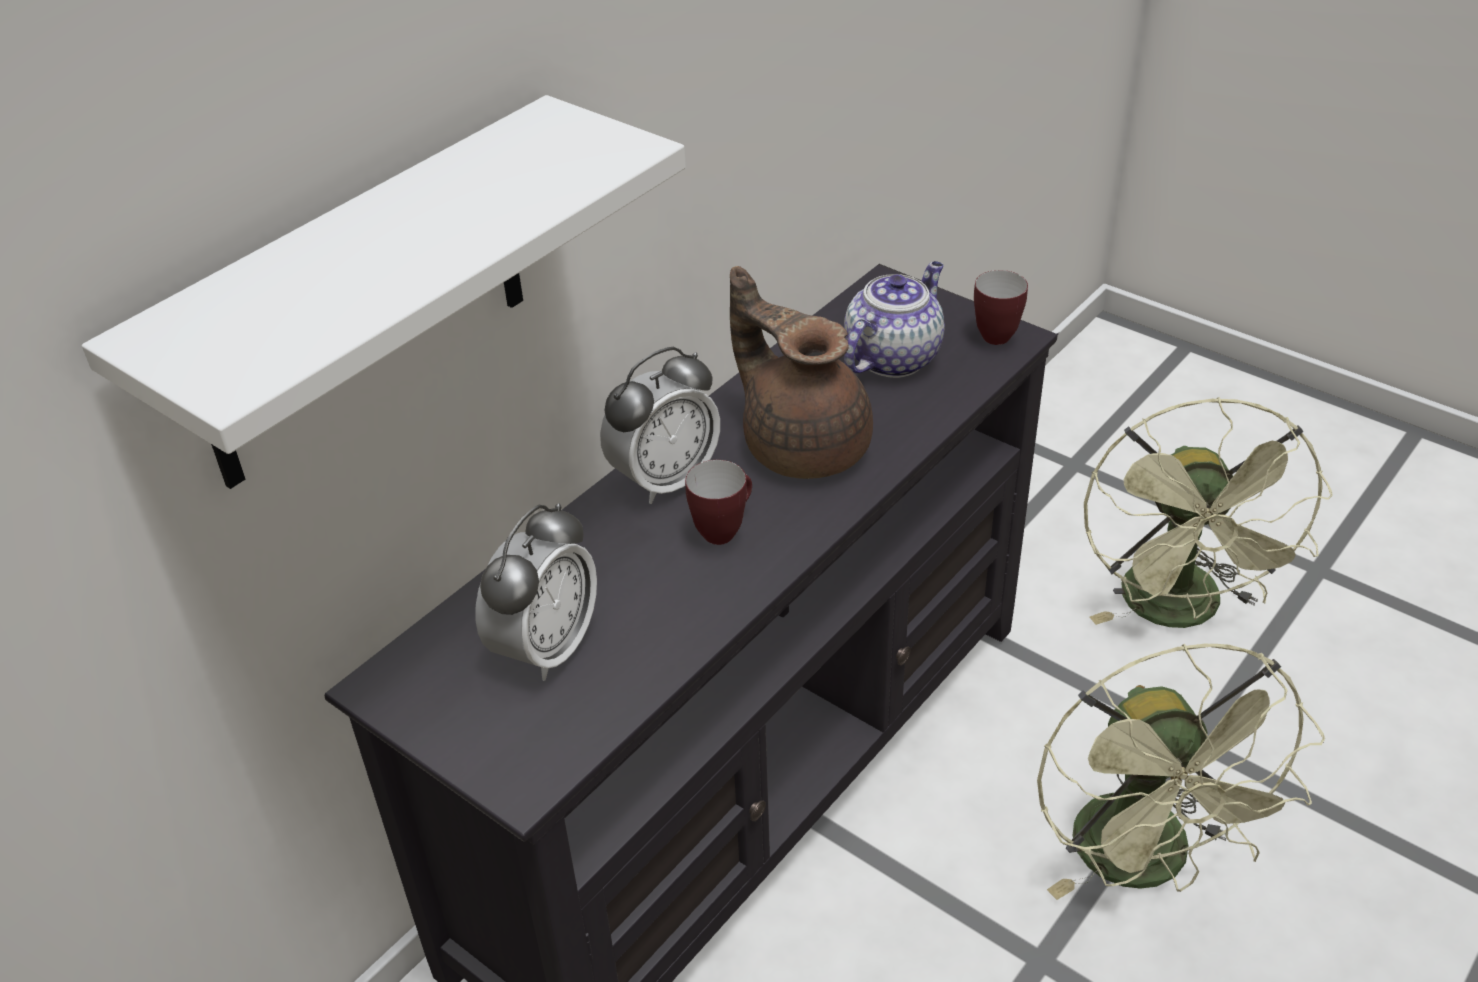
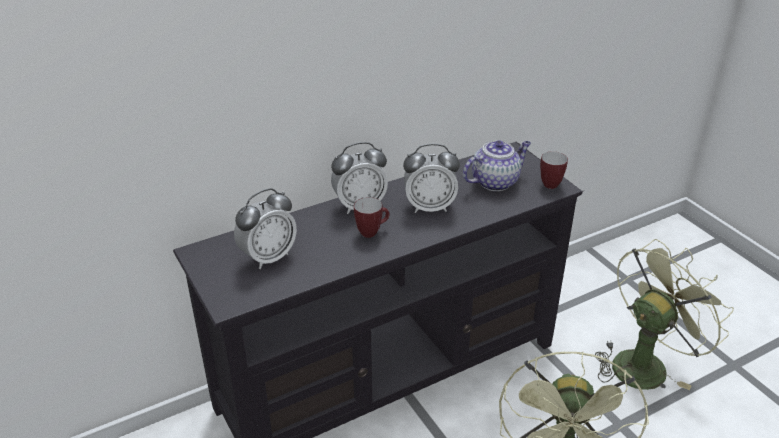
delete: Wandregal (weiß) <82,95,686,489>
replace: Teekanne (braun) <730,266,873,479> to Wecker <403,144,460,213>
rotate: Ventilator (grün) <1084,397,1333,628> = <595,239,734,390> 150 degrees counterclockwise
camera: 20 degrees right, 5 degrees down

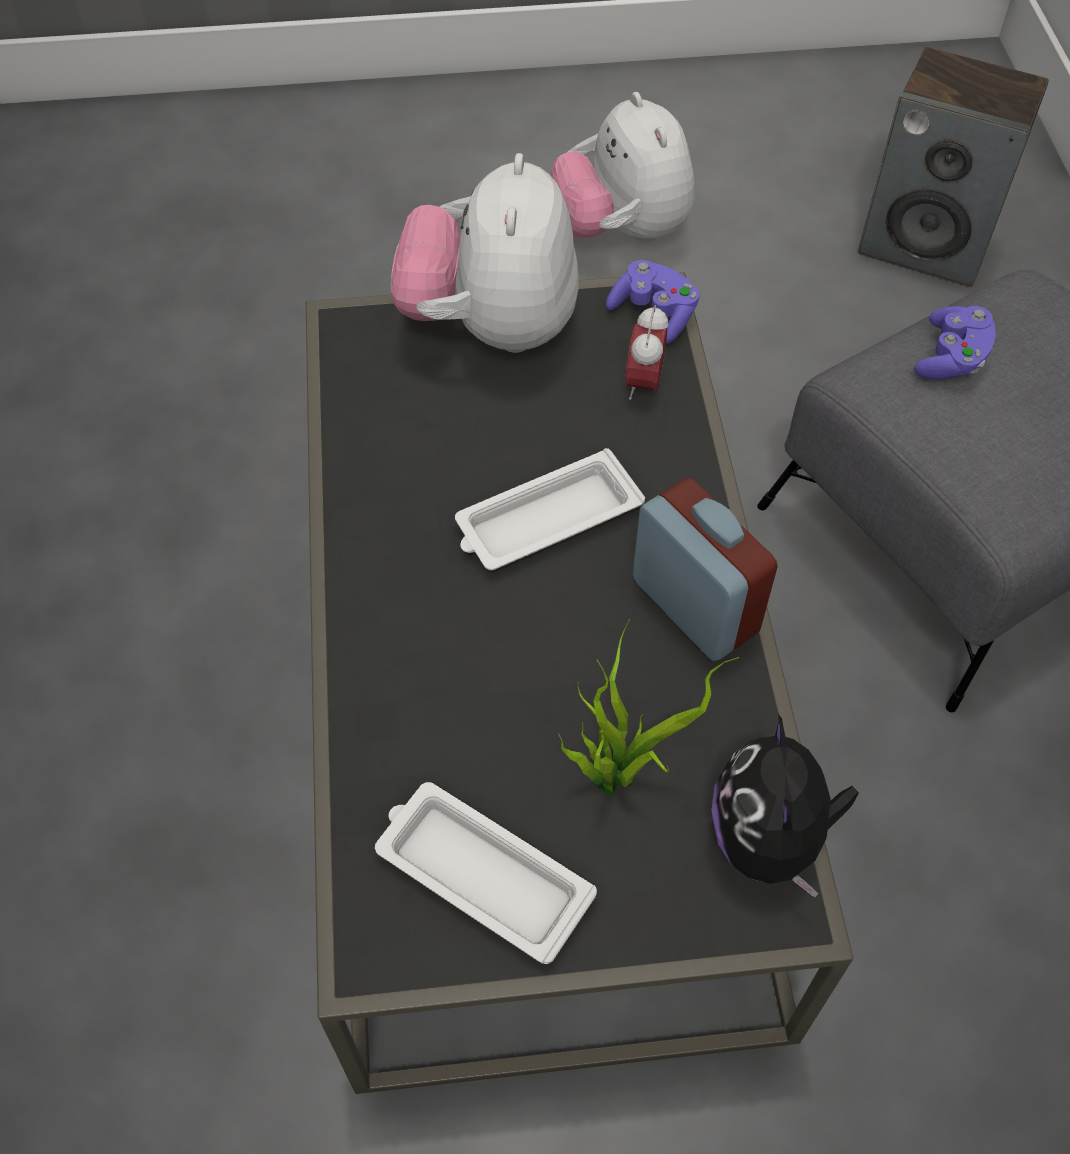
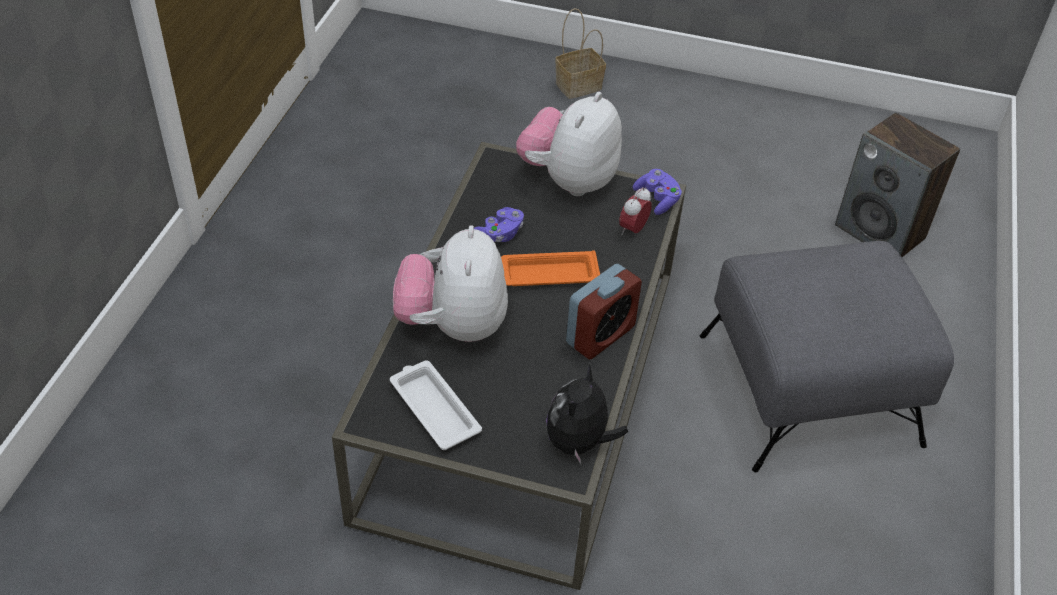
delete: Topfpflanze <558,619,740,796>
insert: Korb <555,8,606,99>
move: Plüschtier <551,92,694,243> to <393,225,508,342>; Gamepad (lila) <914,306,996,380> to <474,207,524,242>
recolor: Tablett (weiß) <455,448,645,570> to Tablett (orange) <501,250,600,286>
rotate: Wecker <633,478,778,661> = <566,264,642,359> 60 degrees clockwise
camera: 20 degrees right, 10 degrees down

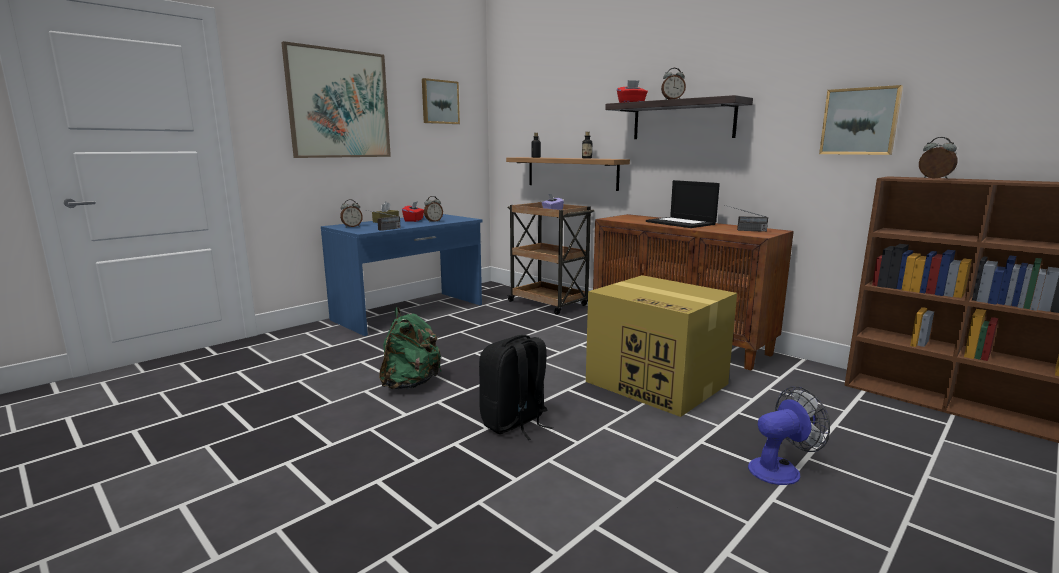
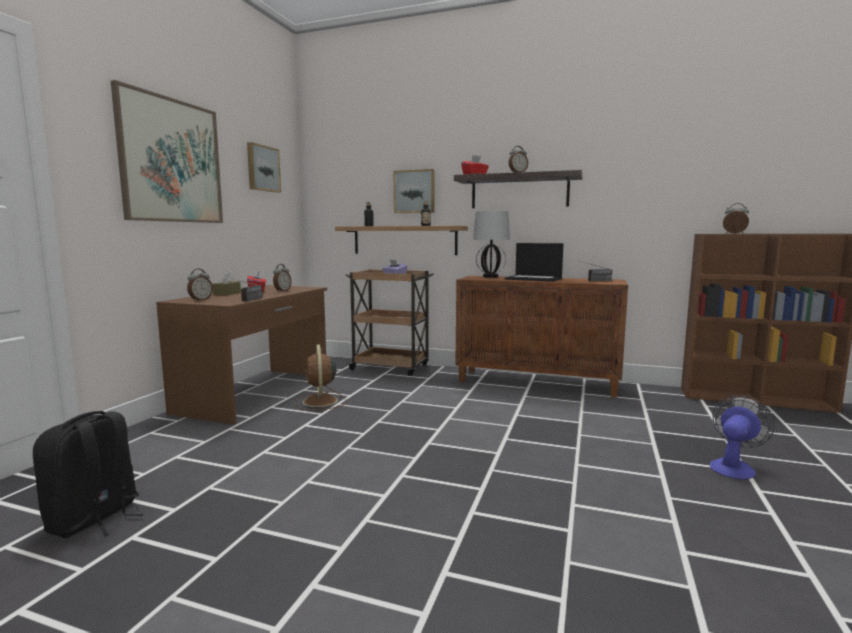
delete: Rucksack (grün) <379,307,442,389>; Karton <586,275,737,417>
insert: Ventilator (braun) <295,344,347,410>; Tischlampe <473,211,510,278>
move: Rucksack (schwarz) <479,335,553,440> to <33,411,144,538>; Bild <819,85,903,155> to <394,169,434,213>
recolor: Schreibtisch (blau) <321,214,482,336> to Schreibtisch (braun) <156,285,327,425>
camera: 25 degrees left, 5 degrees down

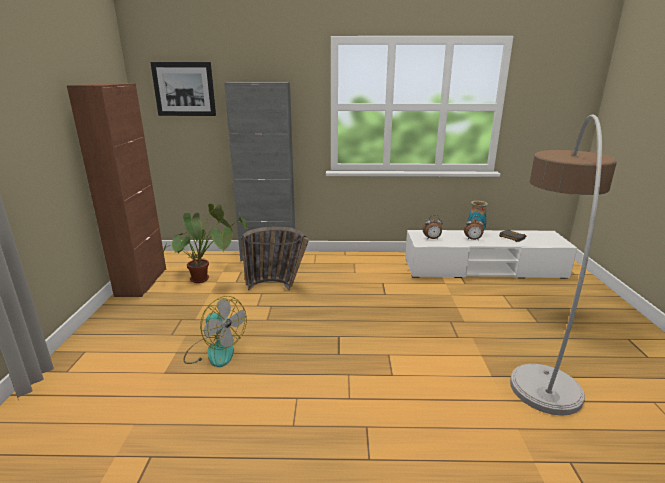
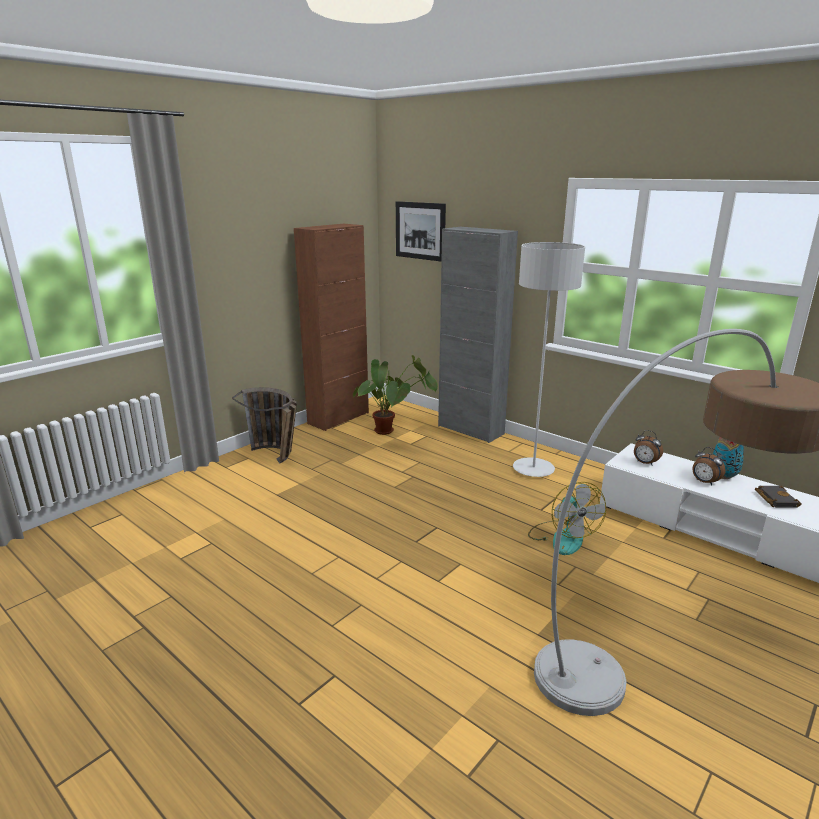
insert: Stehlampe (grau) <513,242,585,477>
move: Ventilator <183,296,247,367> to <528,482,606,555>; Korb <241,227,309,290> to <232,387,297,464>
camera: 40 degrees right, 0 degrees up

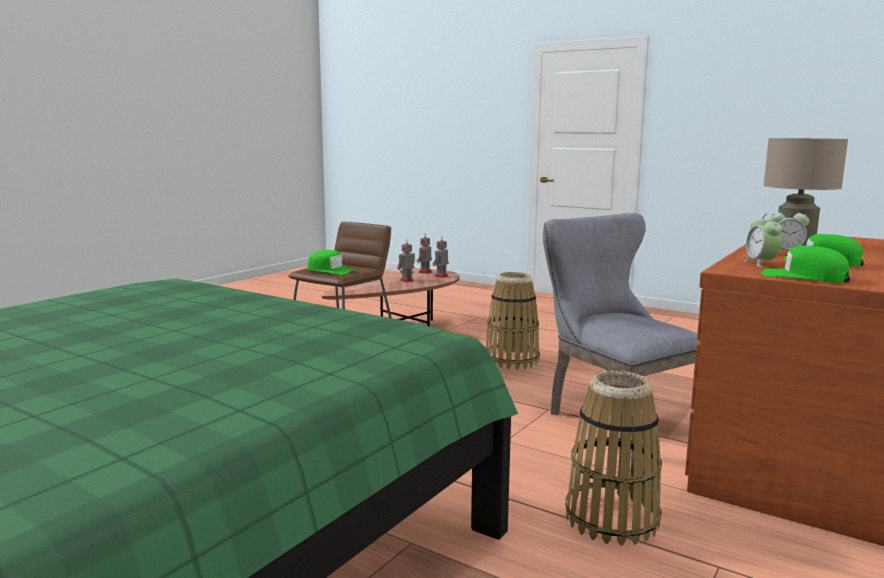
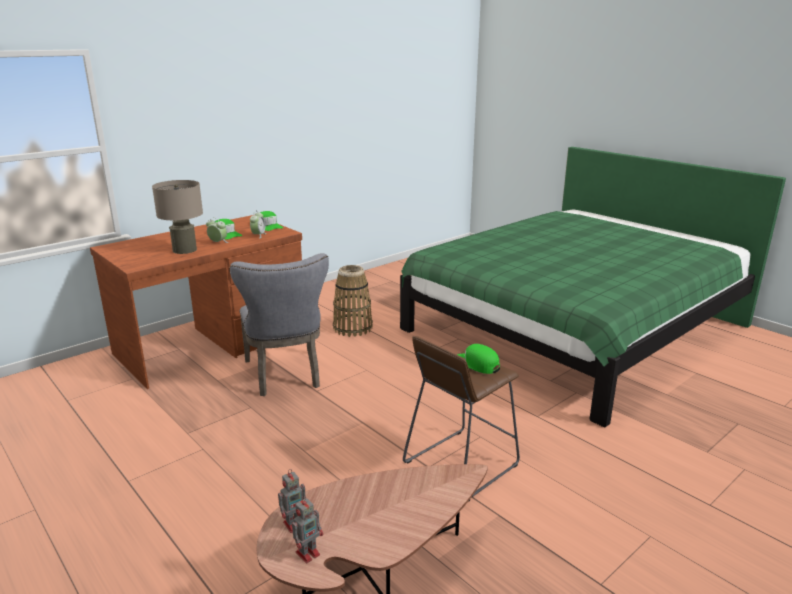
delete: Spielzeugroboter <397,239,415,282>; Korb <486,272,540,370>
camera: 165 degrees left, 10 degrees up

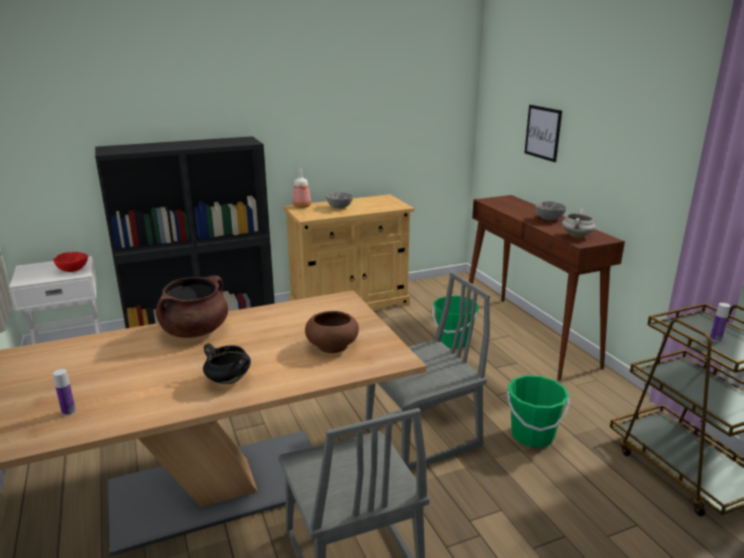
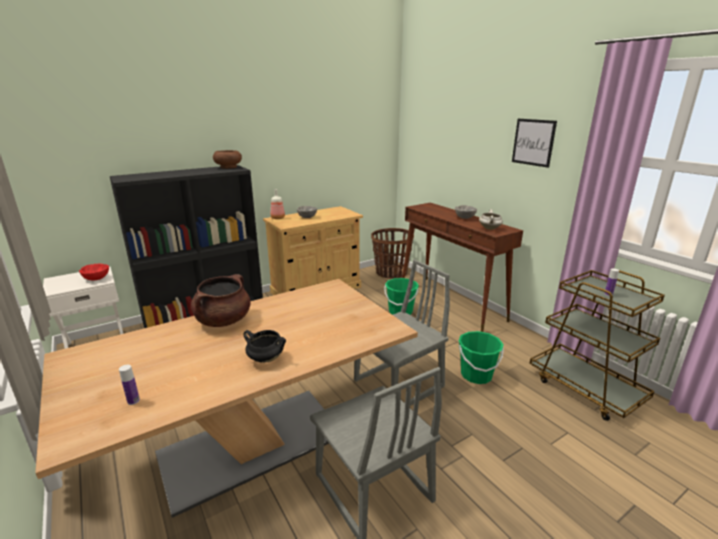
insert: Korb <371,228,414,278>
move: Schüssel (braun) <305,311,359,353> to <213,150,242,169>; Bild <524,105,562,162> to <512,119,557,168>
camera: 10 degrees left, 0 degrees up

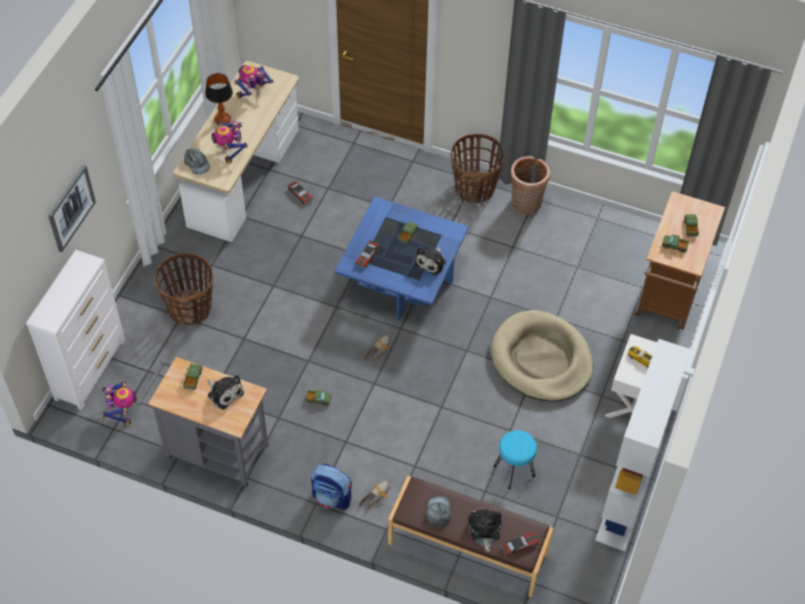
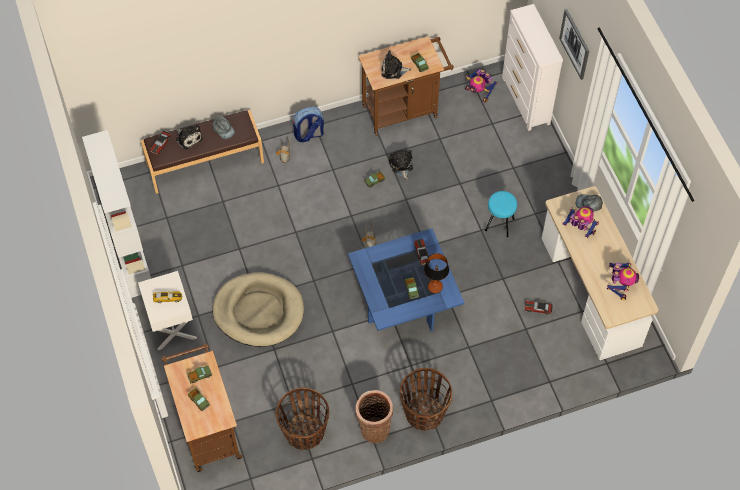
move: Korb <154,253,214,325> to <275,388,329,450>; Tischlampe <205,73,233,124> to <424,253,449,293>; Plüschtier <415,247,446,275> to <389,150,413,180>; Hocker (türkis) <493,430,537,490> to <485,191,517,237>
recolor: Rollwagen (grau) <136,357,269,487> to Rollwagen (braun) <358,36,454,136>
camera: 140 degrees right, 5 degrees up

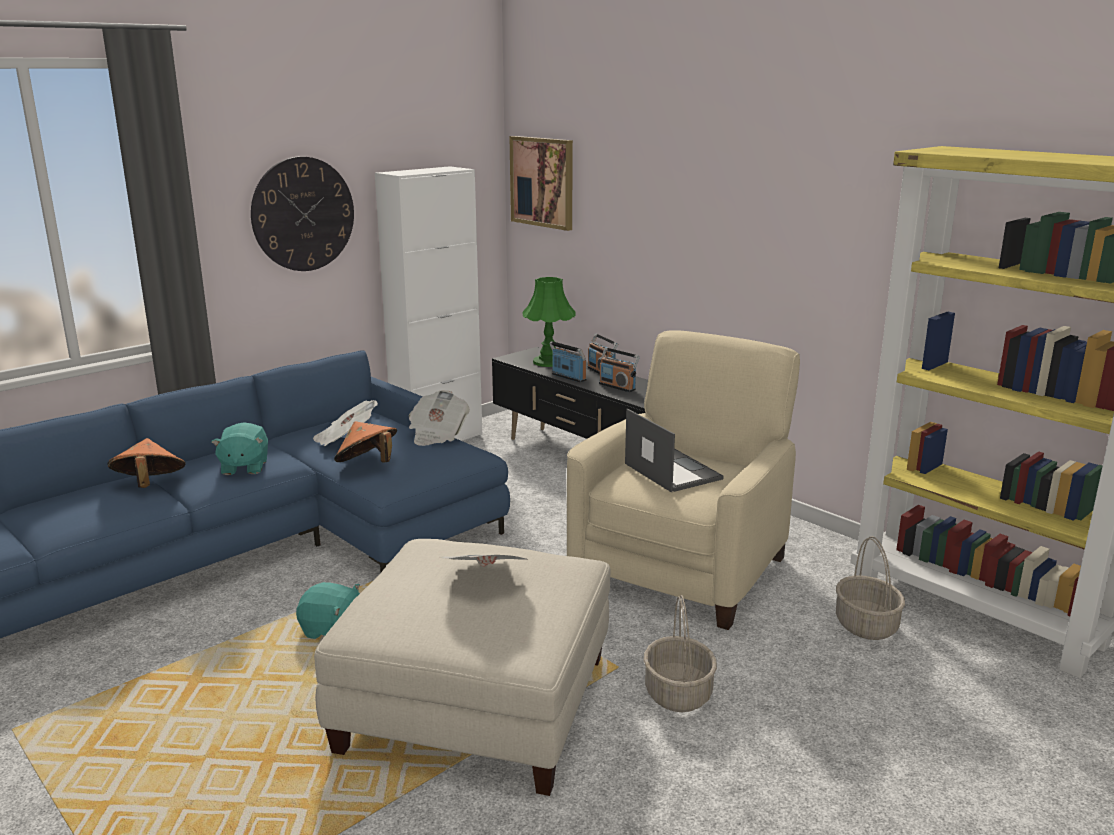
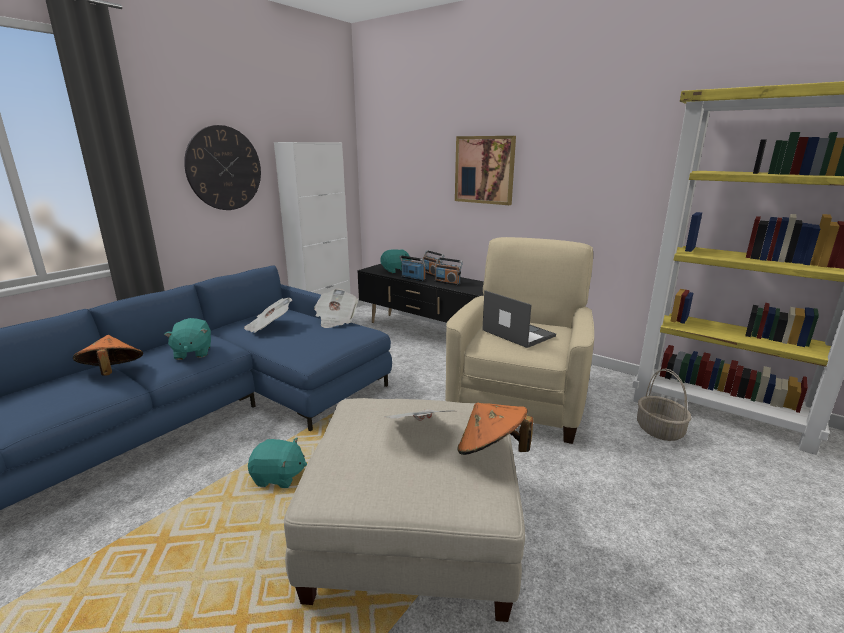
delete: Korb <644,595,717,712>
move: Hut (orange) <334,421,397,462> to <457,403,533,455>; Bild <509,136,573,231> to <455,136,516,205>
replace: Tischlampe (grün) <522,277,576,367> to Plüschtier (türkis) <380,249,411,273>
camera: 10 degrees left, 0 degrees up

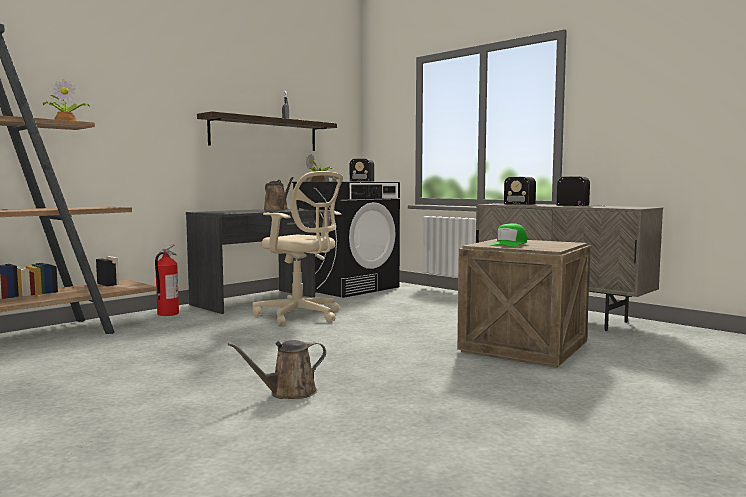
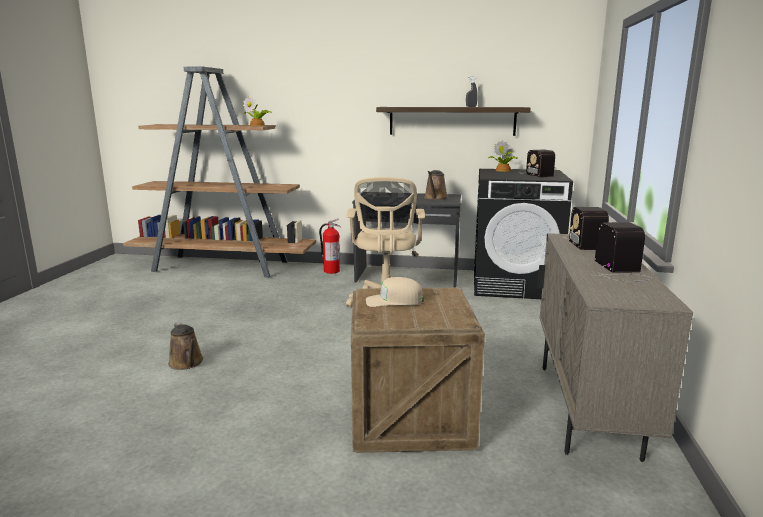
recolor: Kappe (grün) <490,224,527,247> to Kappe (beige) <366,277,424,307>
rotate: Gießkanne (braun) <228,340,326,399> = <168,322,204,370> 150 degrees counterclockwise
camera: 55 degrees right, 10 degrees up

